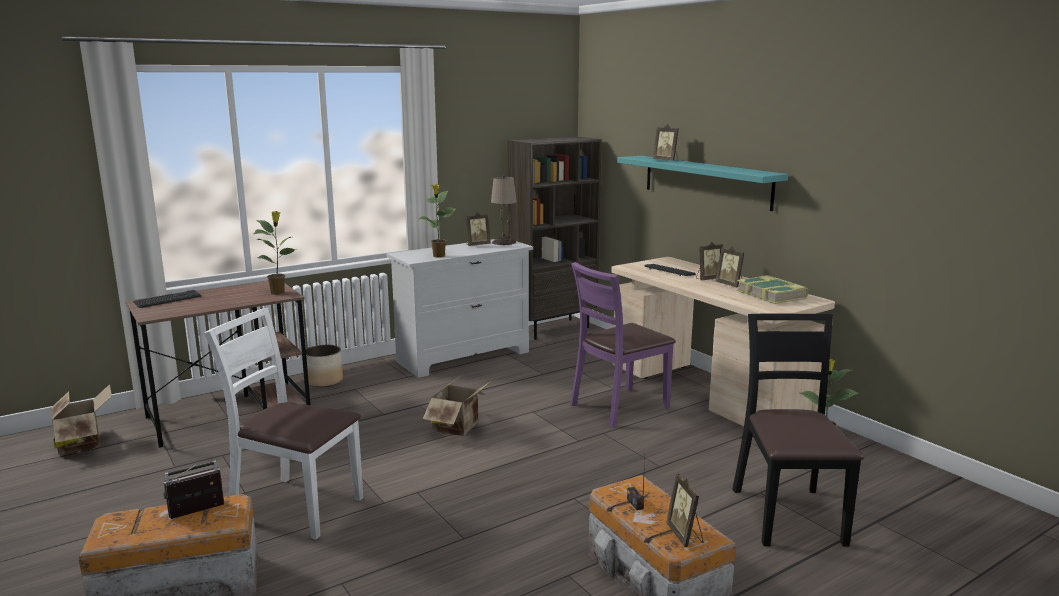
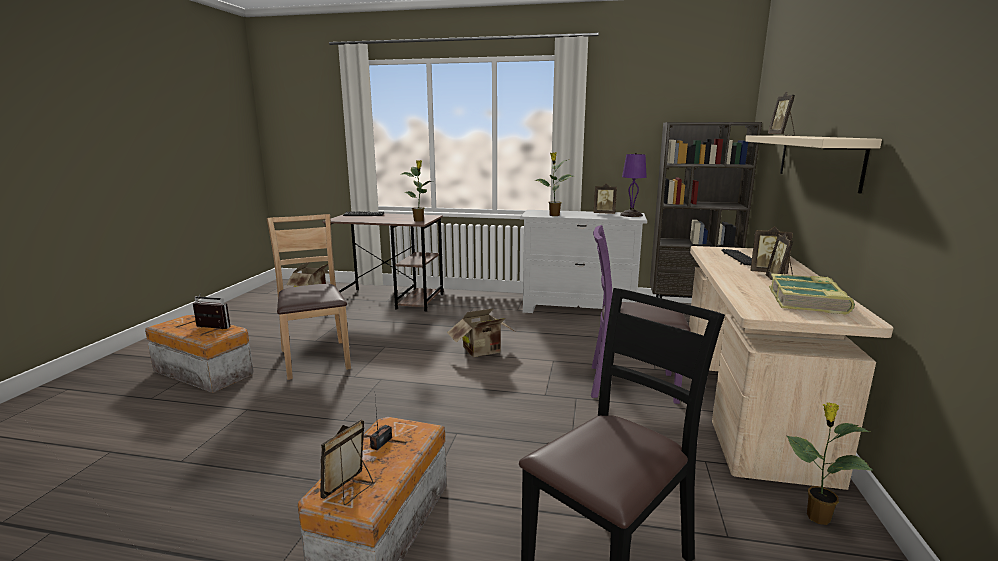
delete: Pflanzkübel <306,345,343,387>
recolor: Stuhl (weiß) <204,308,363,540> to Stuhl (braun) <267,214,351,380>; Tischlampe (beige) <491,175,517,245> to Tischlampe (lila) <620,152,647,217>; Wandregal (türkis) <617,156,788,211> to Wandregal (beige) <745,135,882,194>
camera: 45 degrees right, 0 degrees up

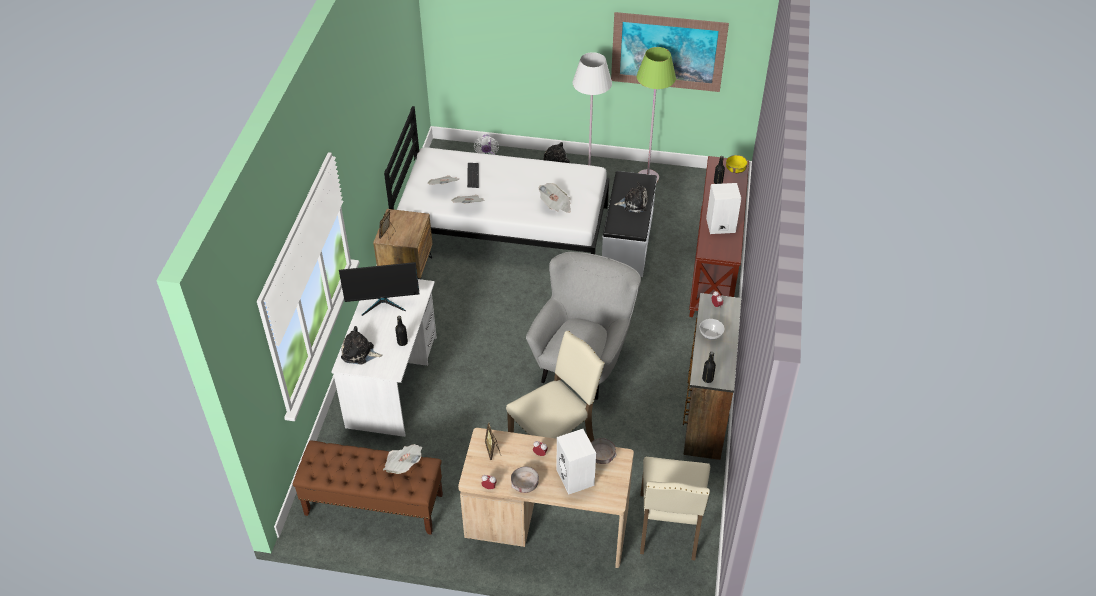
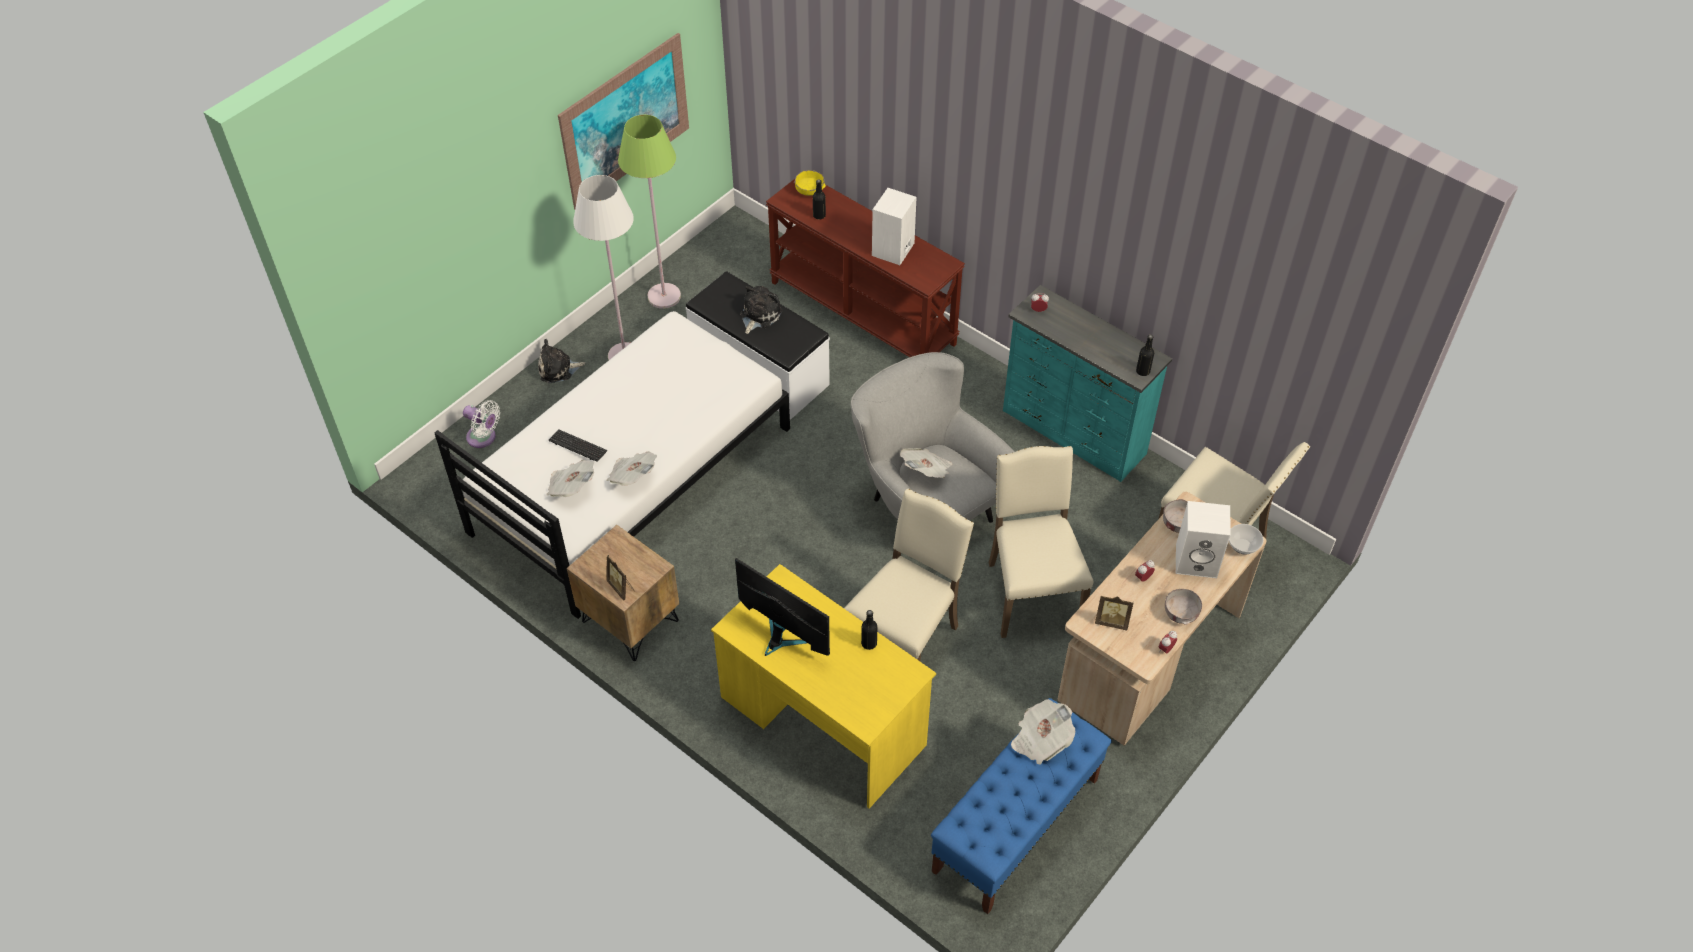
delete: Plüschtier <341,326,383,365>
insert: Stuhl (beige) <844,489,974,661>
move: Zeitung <539,183,571,213> to <900,448,953,478>; Schüssel <699,319,725,340> to <1229,524,1263,555>
recolor: Bank (braun) <293,440,443,535> to Bank (blau) <931,698,1112,914>; Schreibtisch (weiß) <331,279,437,437> to Schreibtisch (gelb) <711,564,936,809>; Kommode (braun) <683,293,741,460> to Kommode (türkis) <1003,285,1172,482>
rotate: Monitor <339,262,420,316> = <735,558,830,656> 75 degrees counterclockwise
camera: 60 degrees left, 5 degrees up

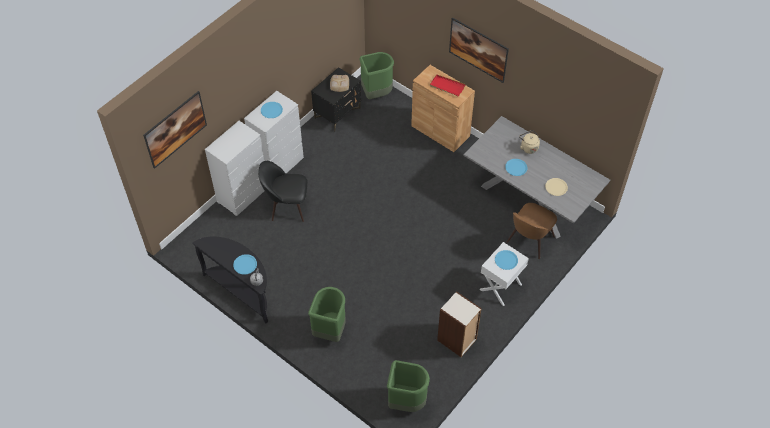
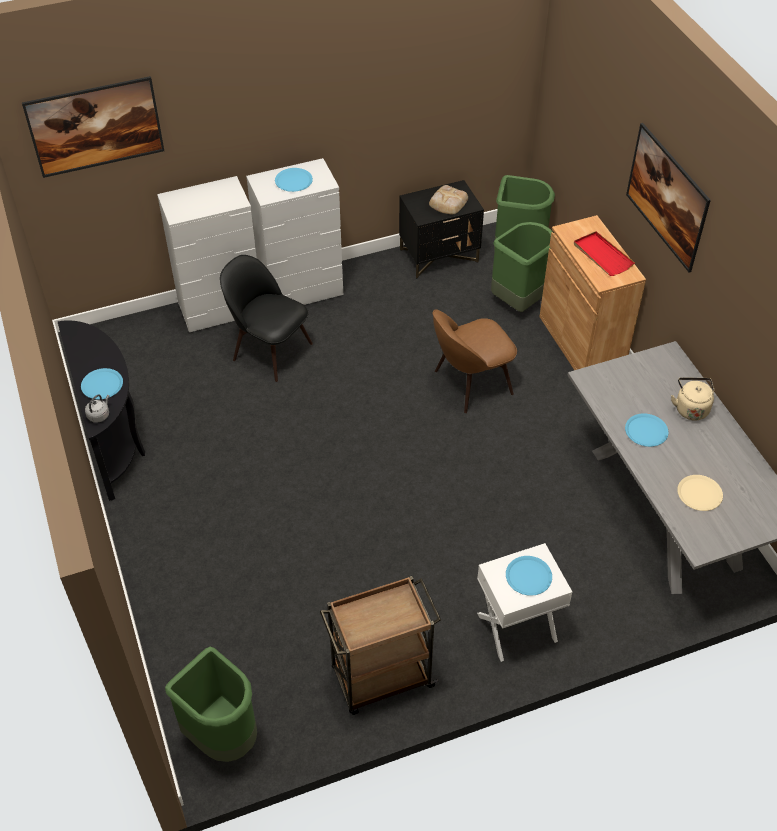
move: Mülleimer (grün) <308,287,346,342> to <491,222,552,312>; Stuhl (braun) <507,203,557,259> to <432,309,517,413>
replace: Bücherregal <437,291,482,357> to Rollwagen (braun) <320,576,441,715>
camera: 30 degrees right, 5 degrees down

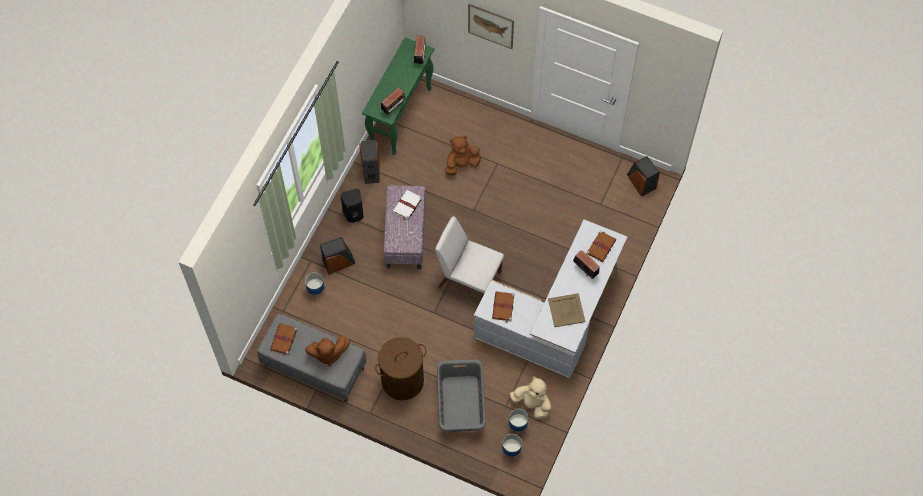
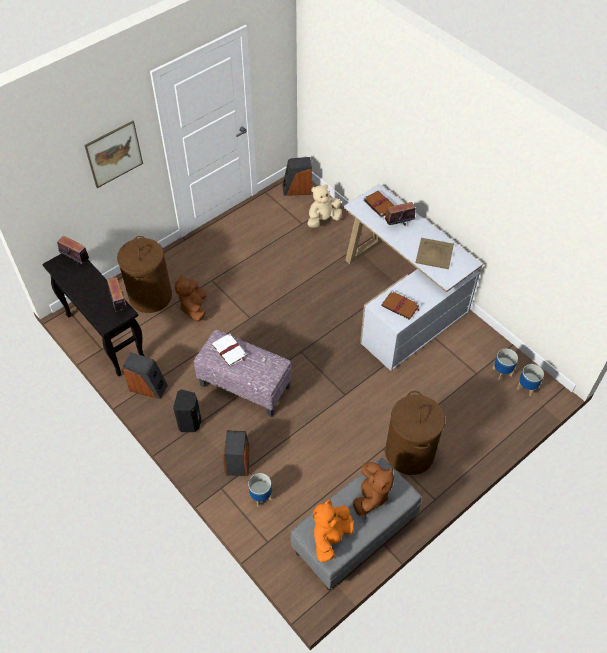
delete: Stuhl (weiß) <435,216,504,297>; Wäschekorb (grau) <437,359,486,432>
insert: Wäschekorb (braun) <117,236,172,313>
move: Plüschtier (beige) <510,376,551,419> to <308,184,342,228>
replace: Buch (braun) <270,323,298,356> to Plüschtier (orange) <313,500,354,562>
recolor: Konsolentisch (grün) <362,37,434,155> to Konsolentisch (schwarz) <42,254,144,376>
camera: 65 degrees left, 10 degrees down

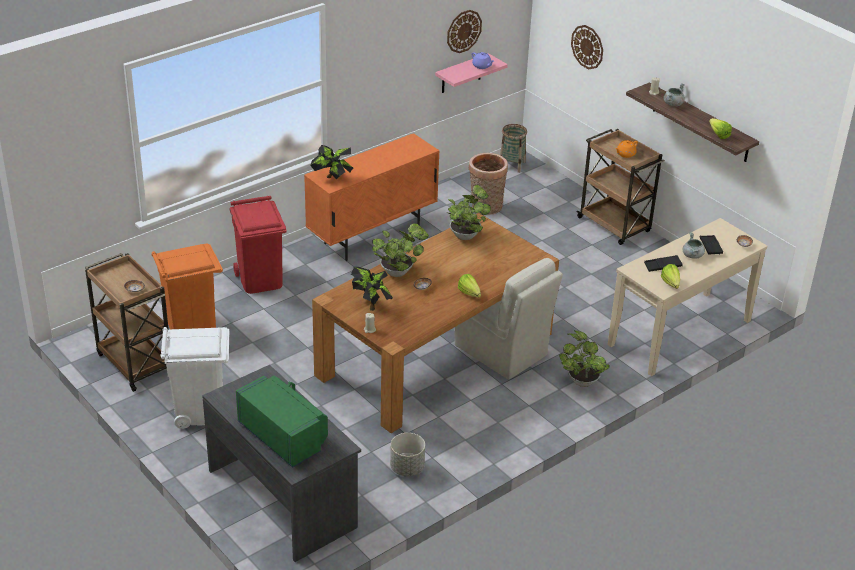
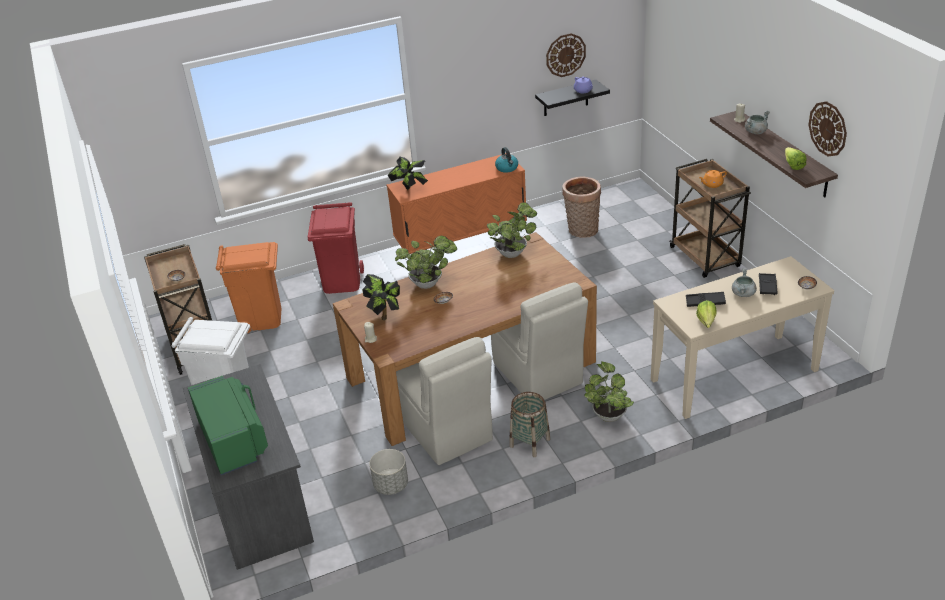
delete: Salatkopf <458,274,481,298>
insert: Stuhl (beige) <396,337,493,465>; Wasserkessel <495,147,518,173>
move: Korb <500,124,527,173> to <509,392,550,457>; Wanduhr <571,25,603,69> to <808,101,847,156>
recolor: Wandregal (rosa) <435,53,508,93> to Wandregal (schwarz) <535,80,610,116>
camera: 20 degrees right, 0 degrees up

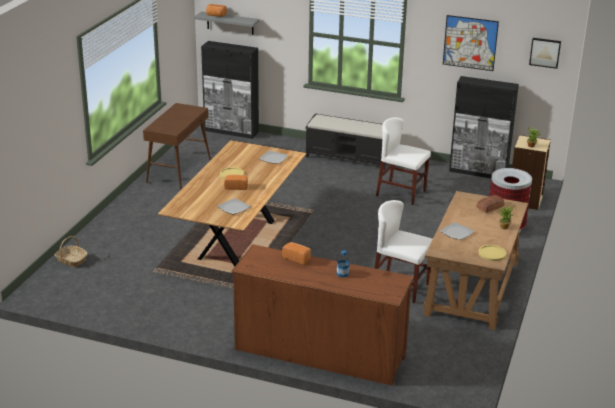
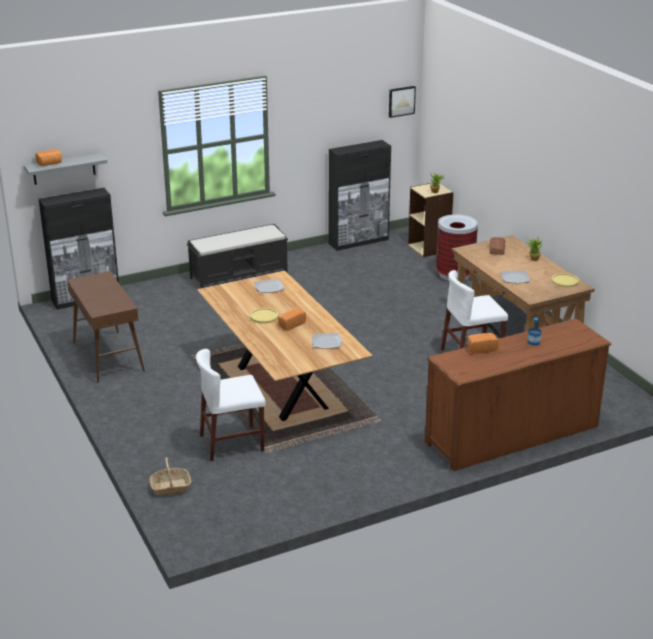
delete: Bild <443,15,499,71>
move: Stuhl (weiß) <376,117,431,205> to <196,349,266,461>
camera: 45 degrees left, 0 degrees up

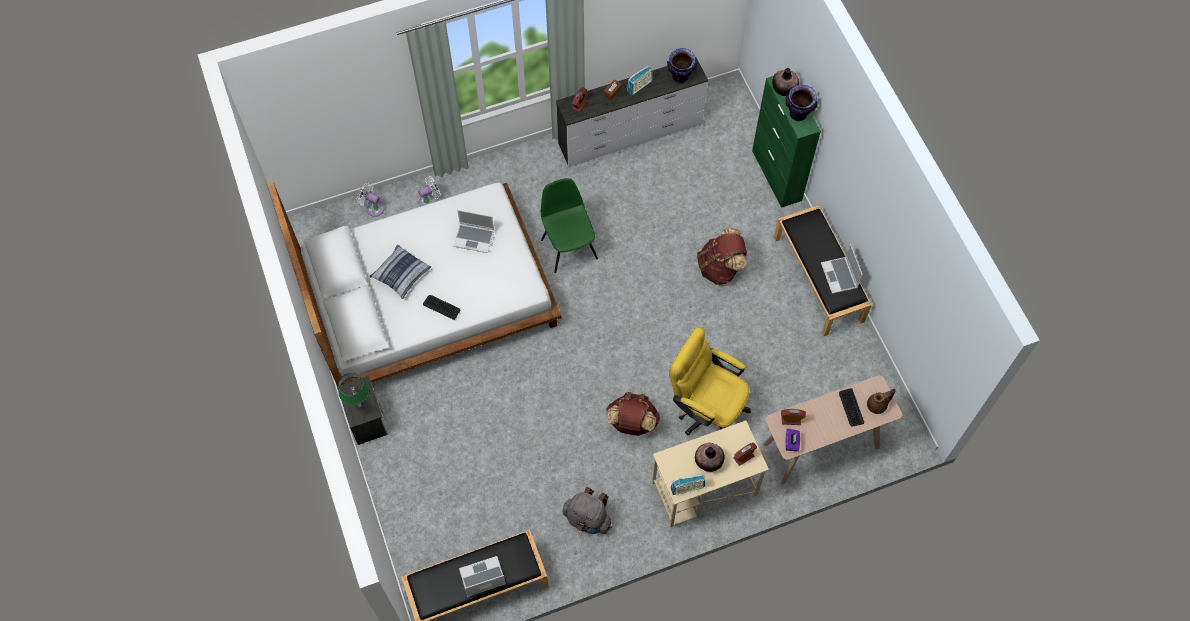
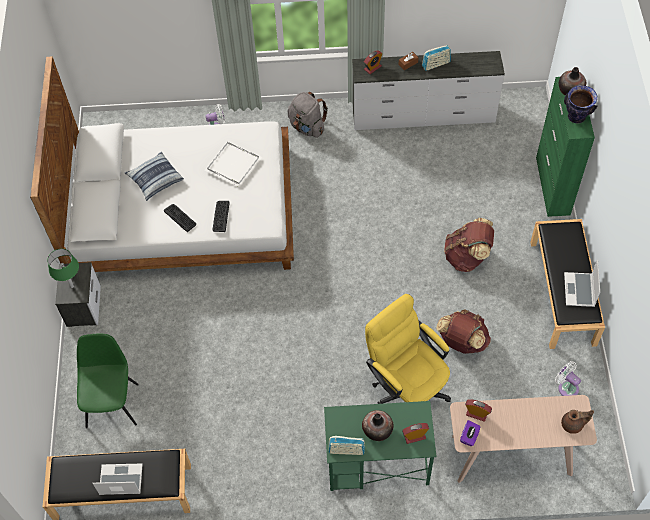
delete: Vase <667,48,697,83>
move: Ventilator (weiß) <357,183,385,217> to <555,361,581,396>; Stuhl (grün) <541,178,598,273> to <77,334,139,428>; Rucksack (grau) <562,487,612,534> to <288,92,328,138>; Rucksack (braun) <606,392,660,436> to <436,309,491,354>; Tastatur <839,388,864,427> to <212,201,230,232>
replace: Laptop <453,210,494,253> to Tablett (weiß) <204,141,262,187>
recolor: Schreibtisch (beige) <652,421,769,528> to Schreibtisch (grün) <324,401,437,491>
camera: 20 degrees right, 5 degrees down

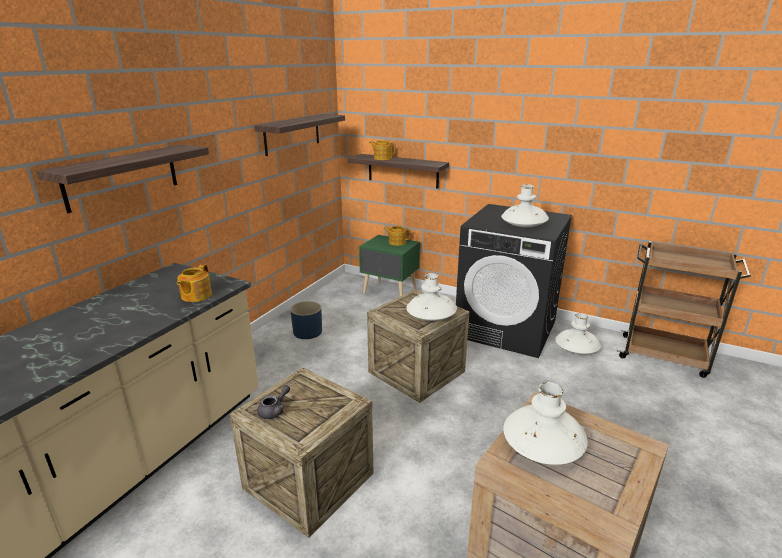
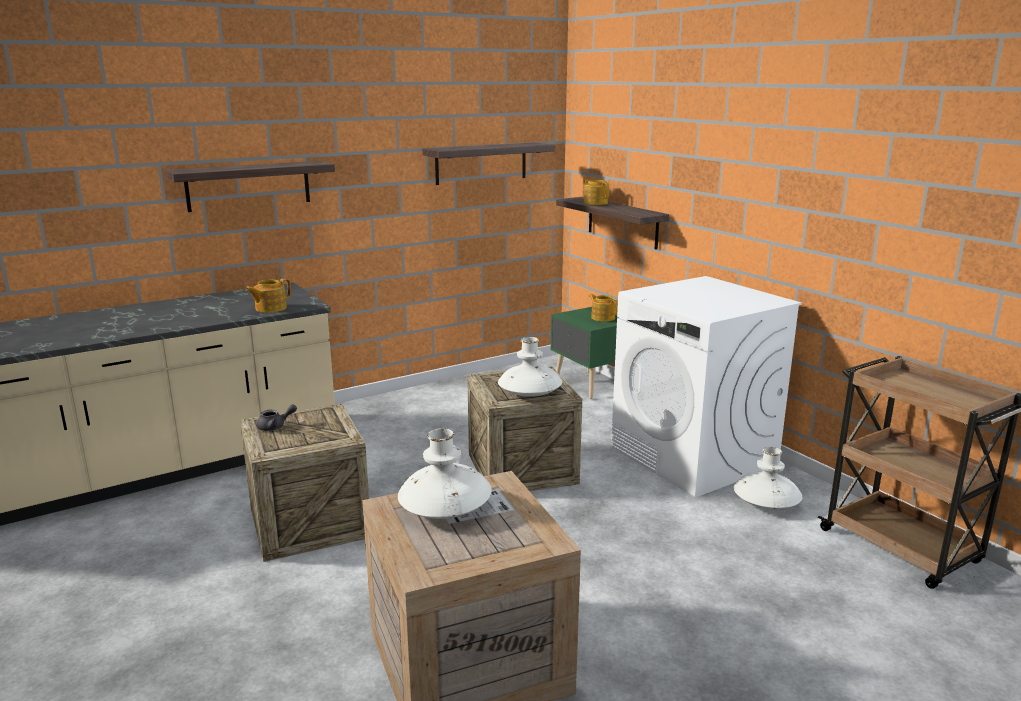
delete: Pflanzkübel (blau) <290,301,322,339>; Vase (weiß) <501,184,549,227>
recolor: Waschmaschine (schwarz) <456,204,572,358> to Waschmaschine (weiß) <611,276,802,497>
camera: 30 degrees right, 5 degrees down

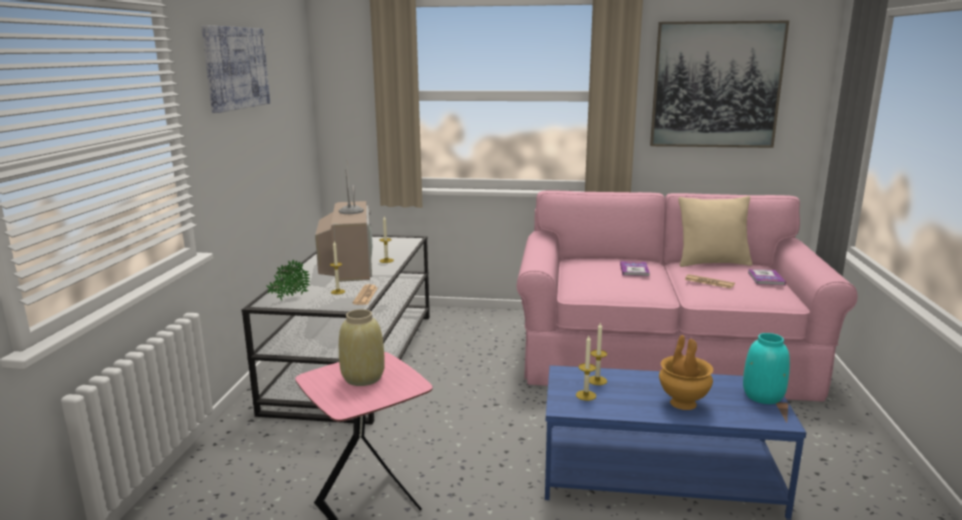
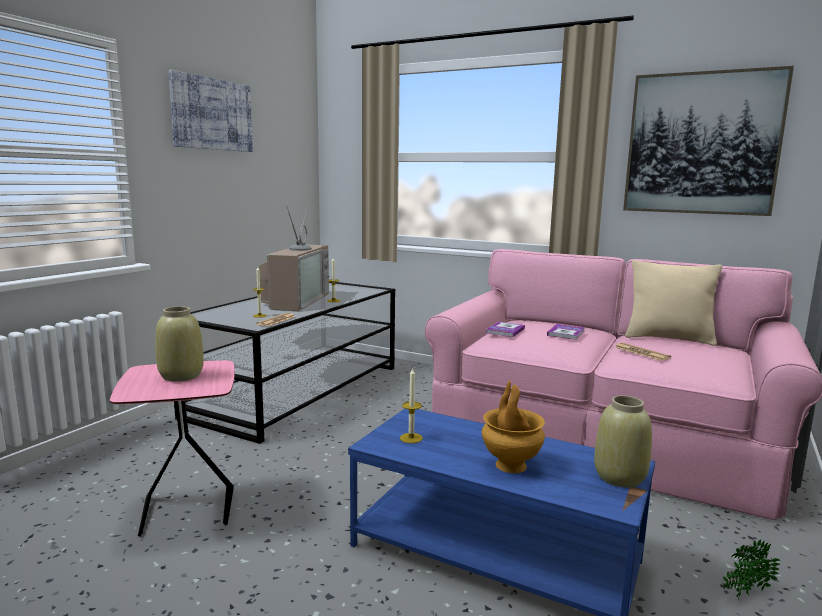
delete: Kerze <589,322,607,385>
move: Topfpflanze <266,259,310,300> to <723,540,781,601>; Buch <748,269,786,285> to <486,322,525,337>
recolor: Vase (türkis) <743,333,790,404> to Vase (beige) <594,395,652,488>
camera: 20 degrees right, 5 degrees down

